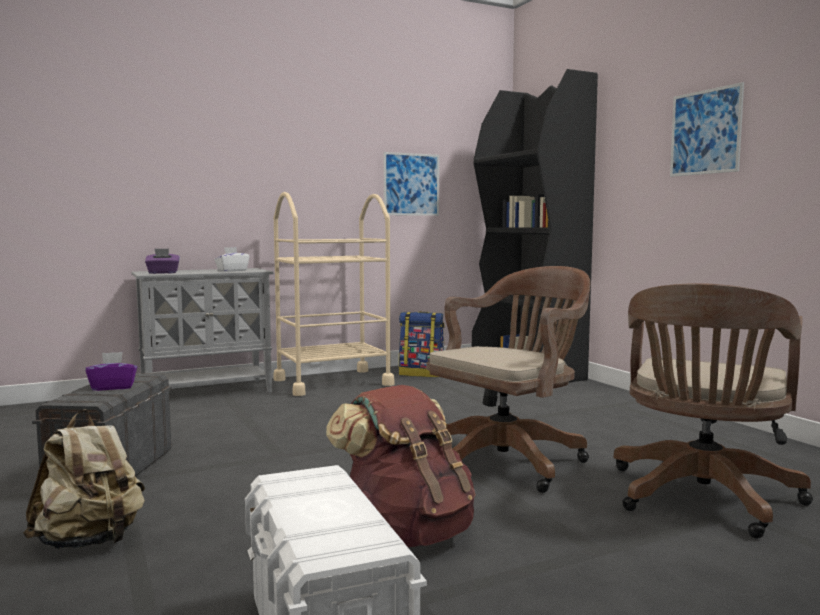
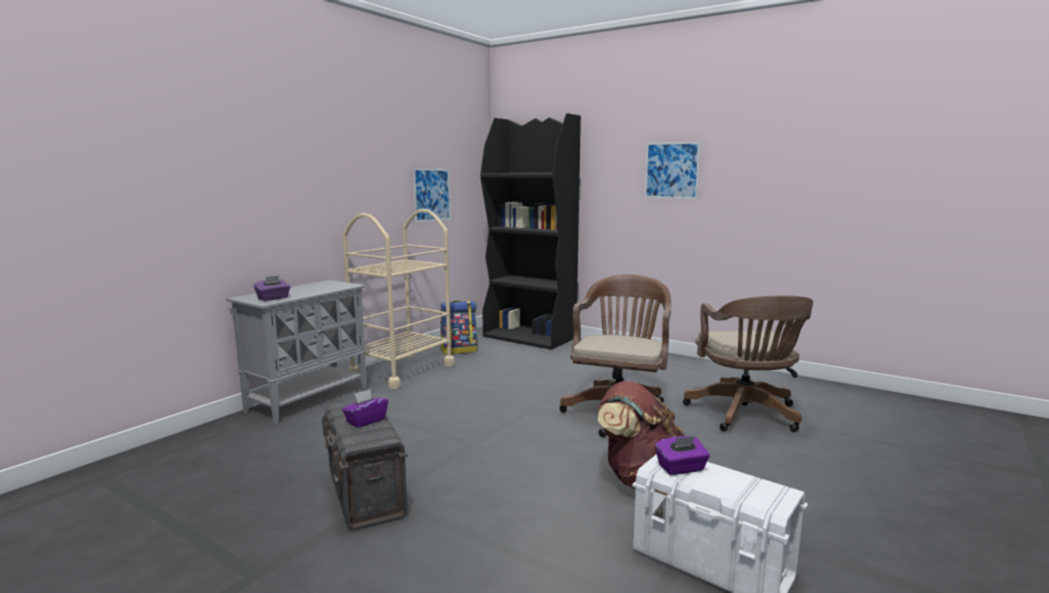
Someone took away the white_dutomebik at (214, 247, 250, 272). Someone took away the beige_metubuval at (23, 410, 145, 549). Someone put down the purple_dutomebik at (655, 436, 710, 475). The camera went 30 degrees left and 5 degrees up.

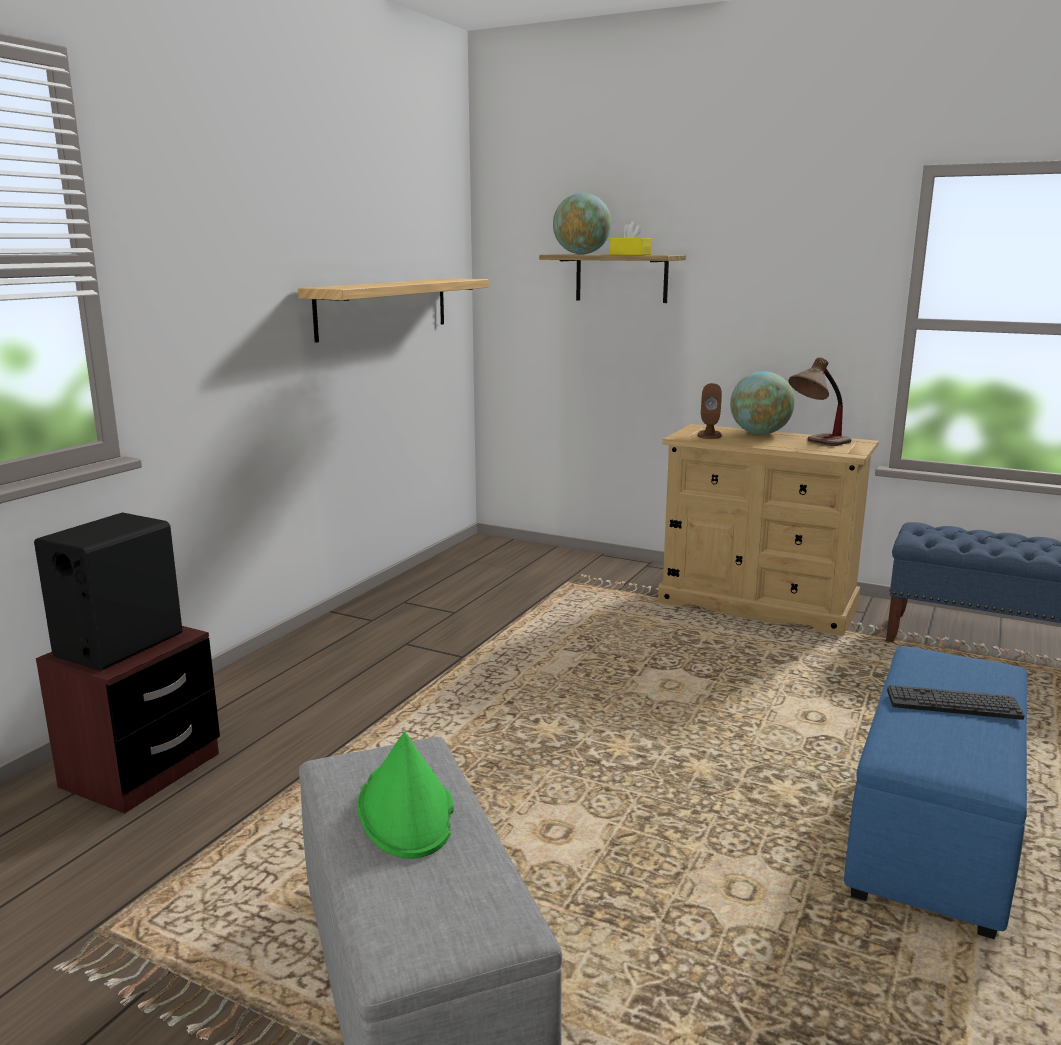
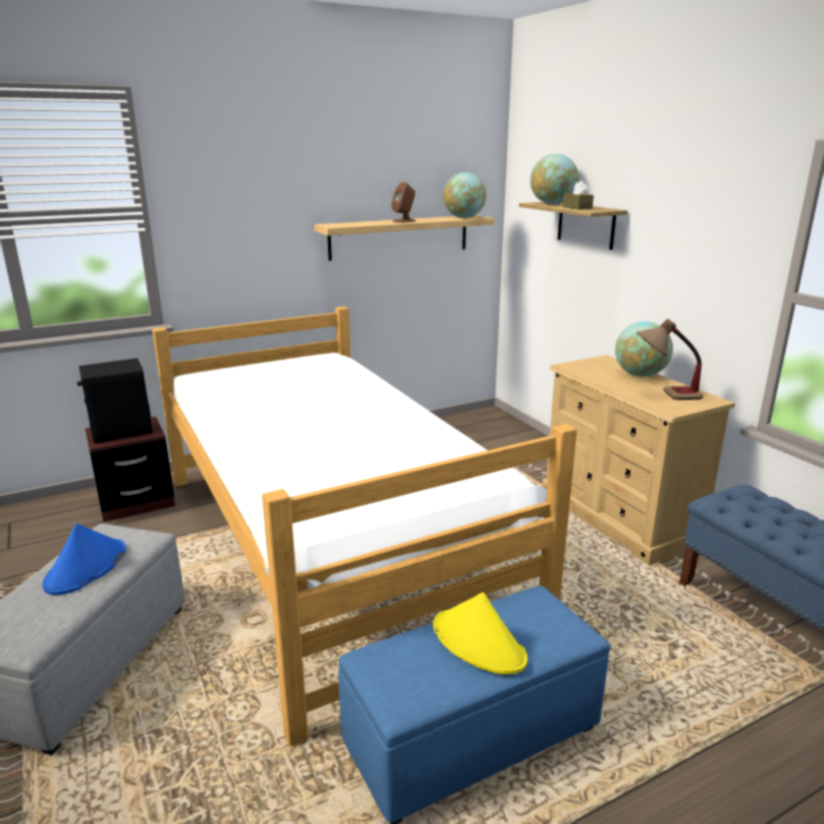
Someone repainted the yellow_dutomebik at (610, 222, 652, 255), which became the brown_dutomebik at (562, 181, 594, 210). Someone carried the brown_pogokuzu from (697, 383, 722, 439) to (391, 182, 415, 223). Someone swapped the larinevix at (887, 685, 1025, 720) for the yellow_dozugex at (433, 592, 528, 674). Someone repainted the green_dozugex at (358, 732, 454, 859), which became the blue_dozugex at (42, 523, 126, 595). Someone put down the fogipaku at (443, 172, 487, 218). Someone put down the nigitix at (152, 306, 577, 746). The camera went 35 degrees right and 5 degrees up.

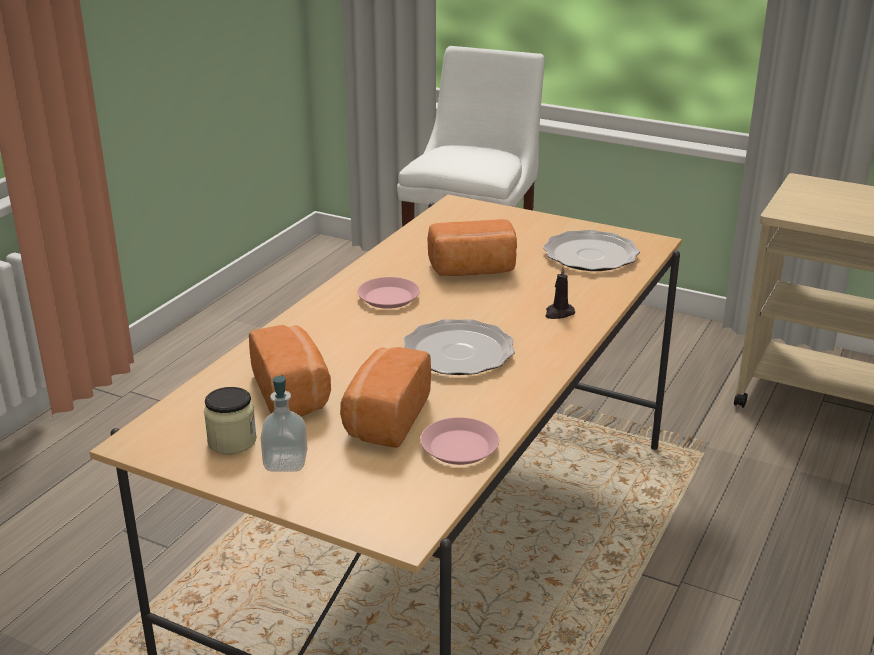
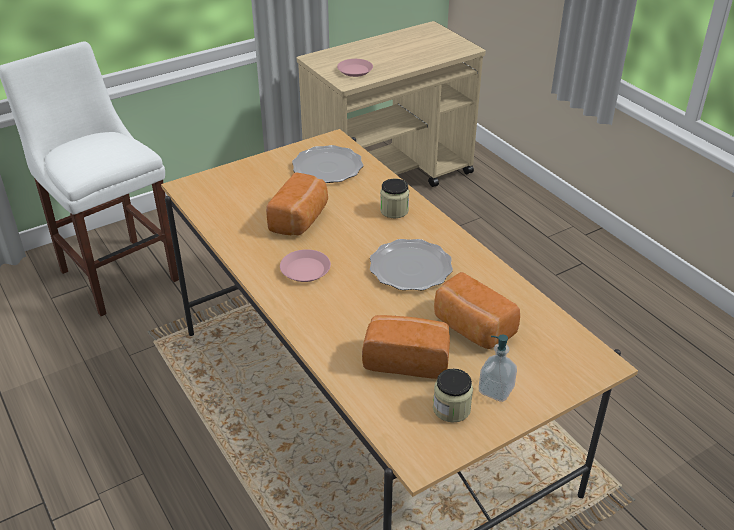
Someone swapped the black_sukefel at (546, 266, 575, 319) for the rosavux at (380, 179, 409, 218). Someone carried the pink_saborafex from (420, 417, 499, 465) to (337, 59, 373, 77). The camera went 60 degrees left and 10 degrees up.

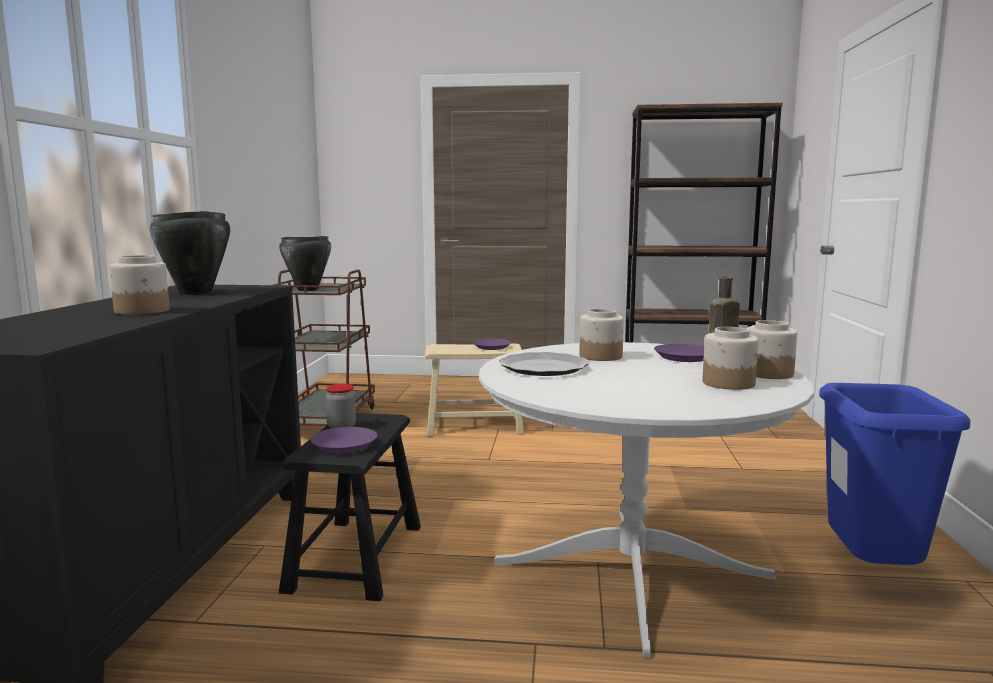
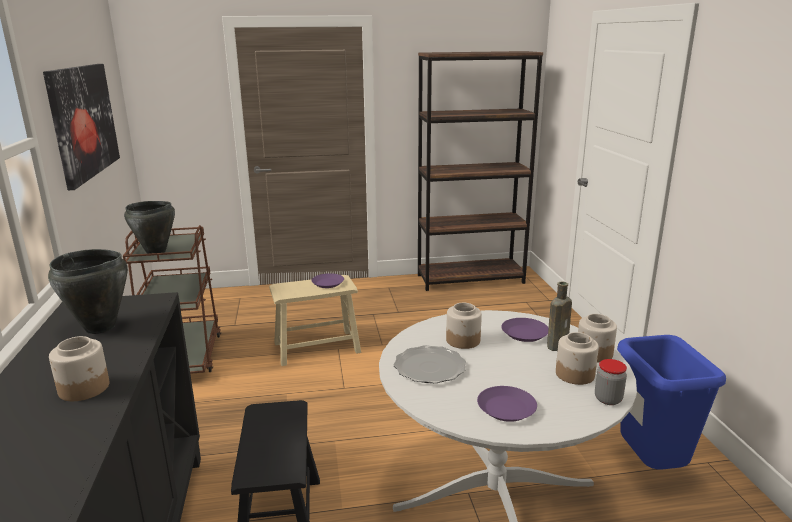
Someone carried the rosavux from (325, 384, 356, 429) to (595, 359, 627, 405). Someone carried the purple_saborafex from (310, 427, 377, 453) to (477, 386, 537, 422). Someone put up the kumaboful at (43, 64, 120, 190). The camera went 15 degrees left and 10 degrees up.

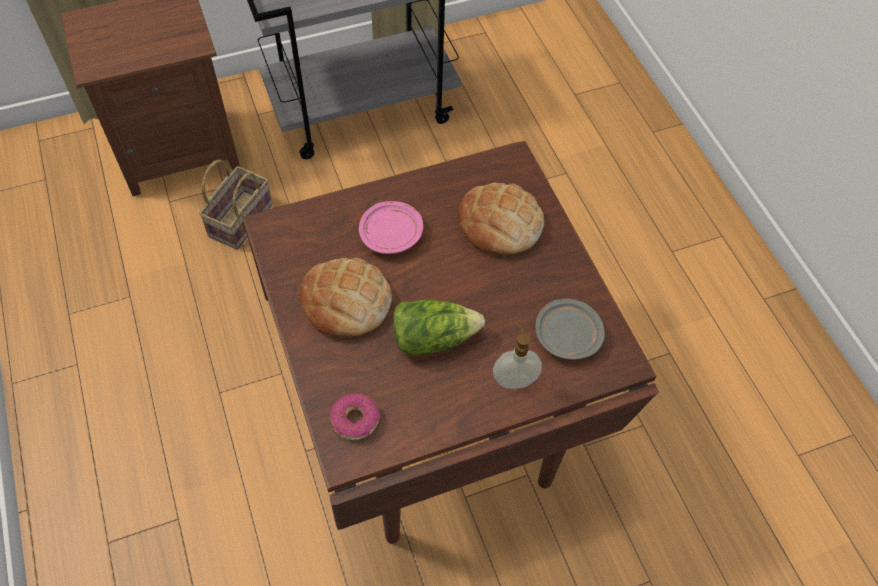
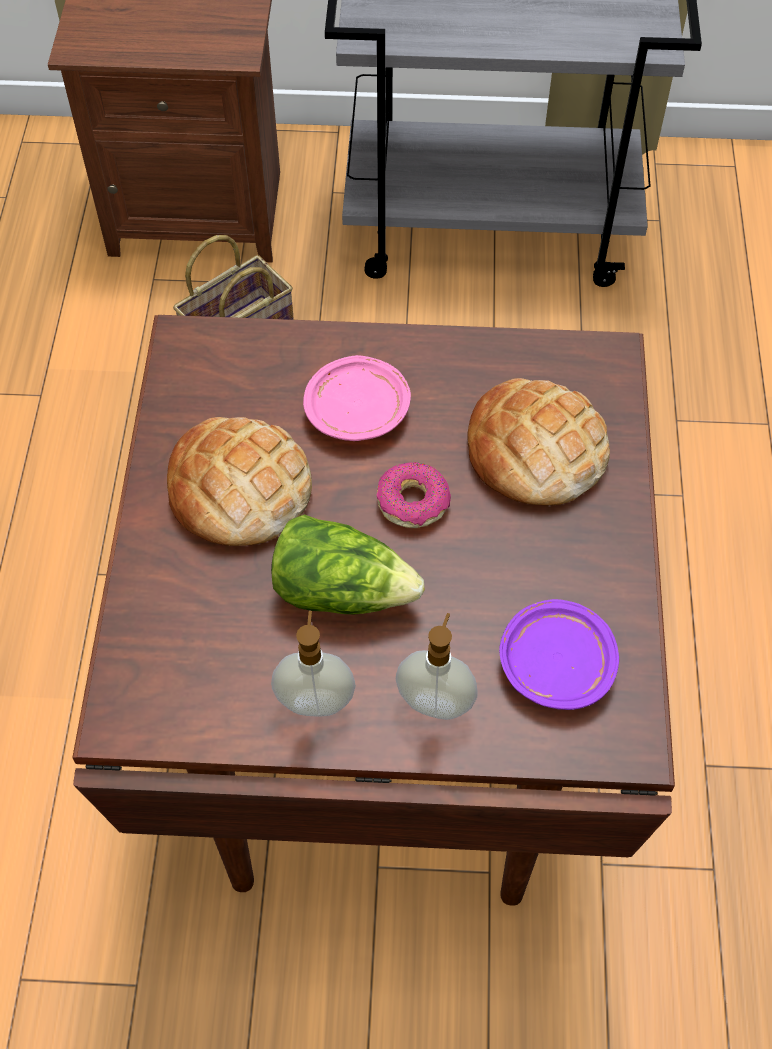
Someone repainted the grey_saborafex at (536, 299, 605, 360), which became the purple_saborafex at (499, 599, 619, 710). Someone carried the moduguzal from (330, 393, 380, 440) to (377, 462, 451, 528). Someone put down the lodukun at (271, 611, 356, 716). The camera went 25 degrees right and 0 degrees up.

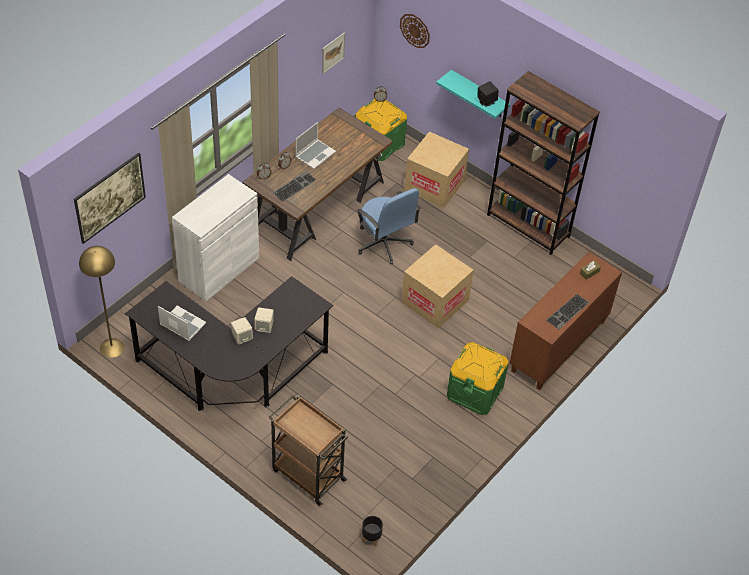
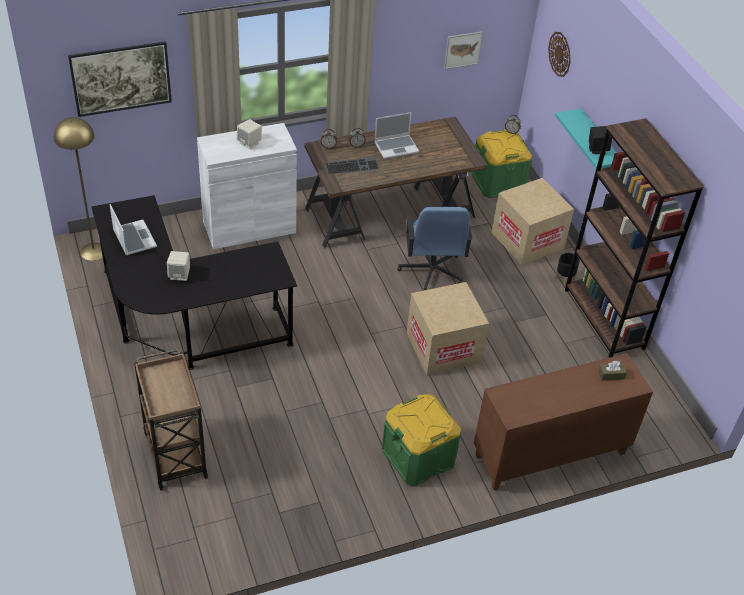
Someone took away the larinevix at (546, 294, 590, 329). Someone carried the beige_pogokuzu from (254, 307, 274, 333) to (237, 119, 262, 149). Someone carried the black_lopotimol from (362, 516, 383, 547) to (555, 253, 580, 286). The camera went 30 degrees right and 5 degrees down.

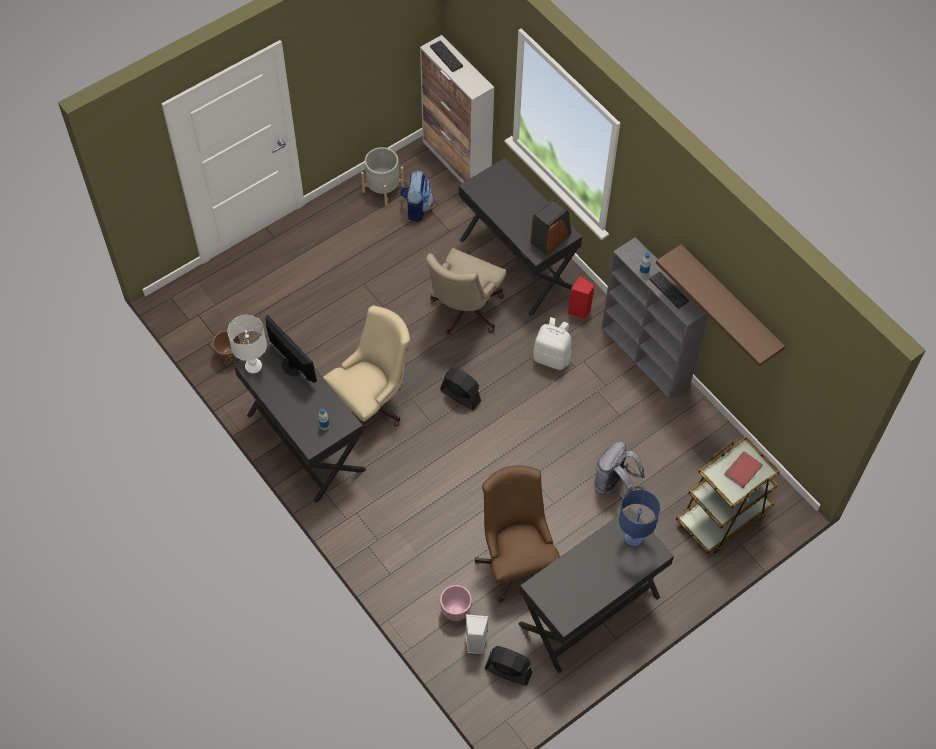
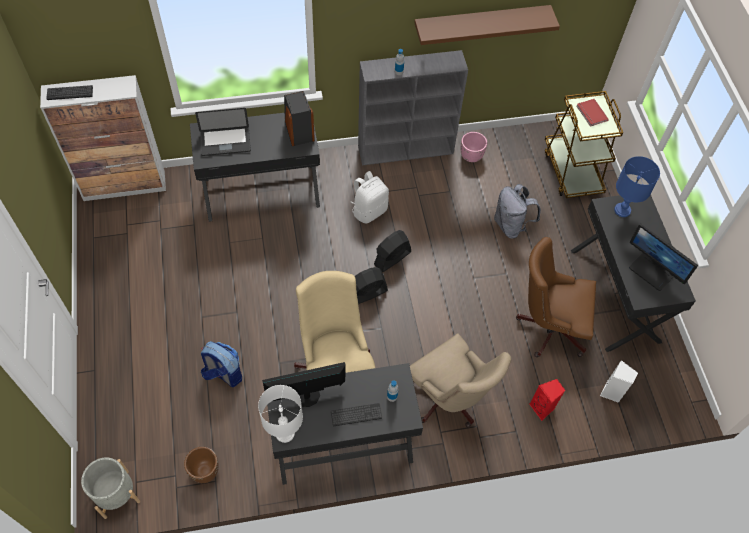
Someone carried the grey_lopotimol from (361, 147, 404, 206) to (81, 458, 140, 519). Someone carried the metubuval from (400, 171, 434, 222) to (201, 341, 242, 387). Someone carried the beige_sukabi from (426, 248, 506, 335) to (410, 333, 511, 428). Someone carried the larinevix from (649, 272, 689, 309) to (330, 403, 382, 426). Someone carried the red_pogokuzu from (568, 275, 595, 320) to (529, 379, 565, 421). Someone carried the pink_lopotimol from (440, 585, 472, 621) to (461, 132, 487, 162). Someone carried the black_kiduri from (484, 646, 532, 686) to (374, 230, 411, 272). Someone put down the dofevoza at (195, 108, 251, 156). Someone put down the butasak at (629, 223, 698, 291). The camera went 65 degrees left and 0 degrees up.

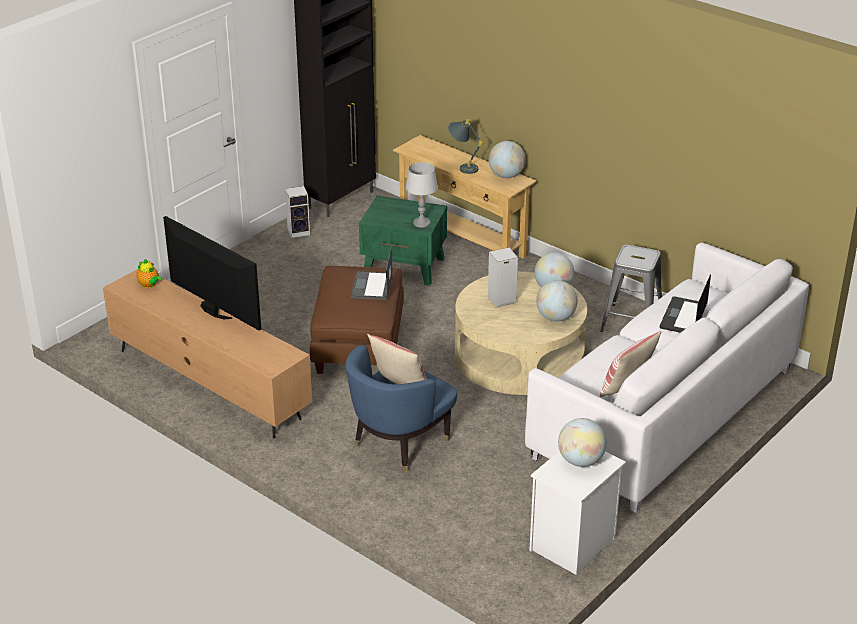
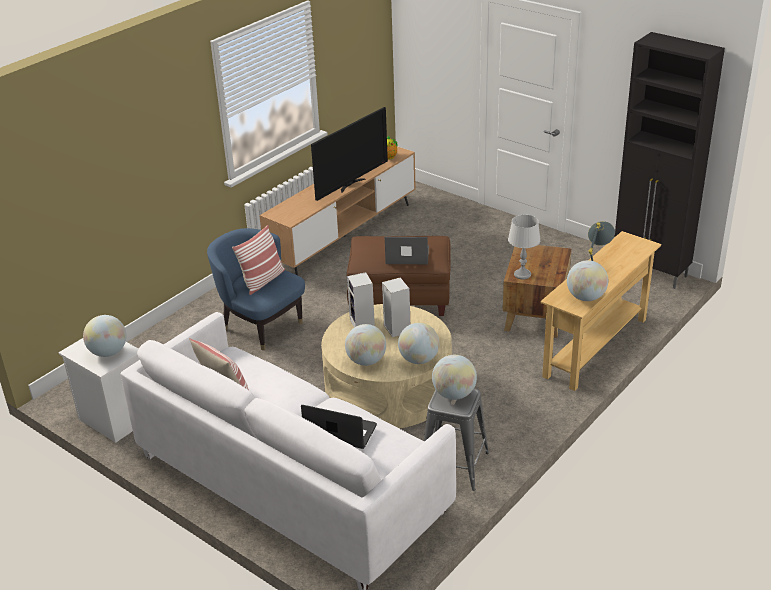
Someone carried the pogokuzu from (285, 186, 310, 238) to (347, 272, 375, 327). Someone repainted the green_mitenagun at (359, 196, 447, 286), which became the brown_mitenagun at (503, 245, 571, 338). Someone put down the fogipaku at (432, 355, 477, 400). The camera went 90 degrees right and 0 degrees up.

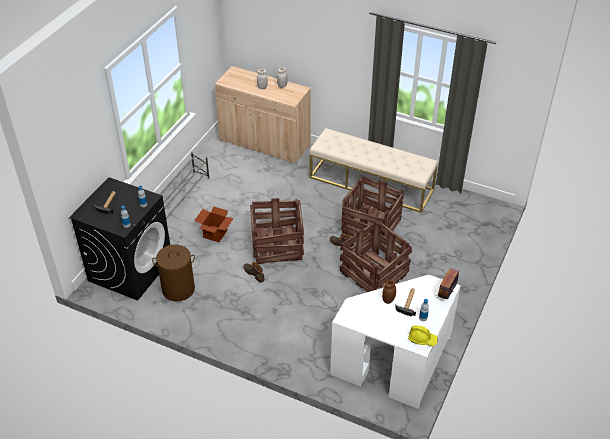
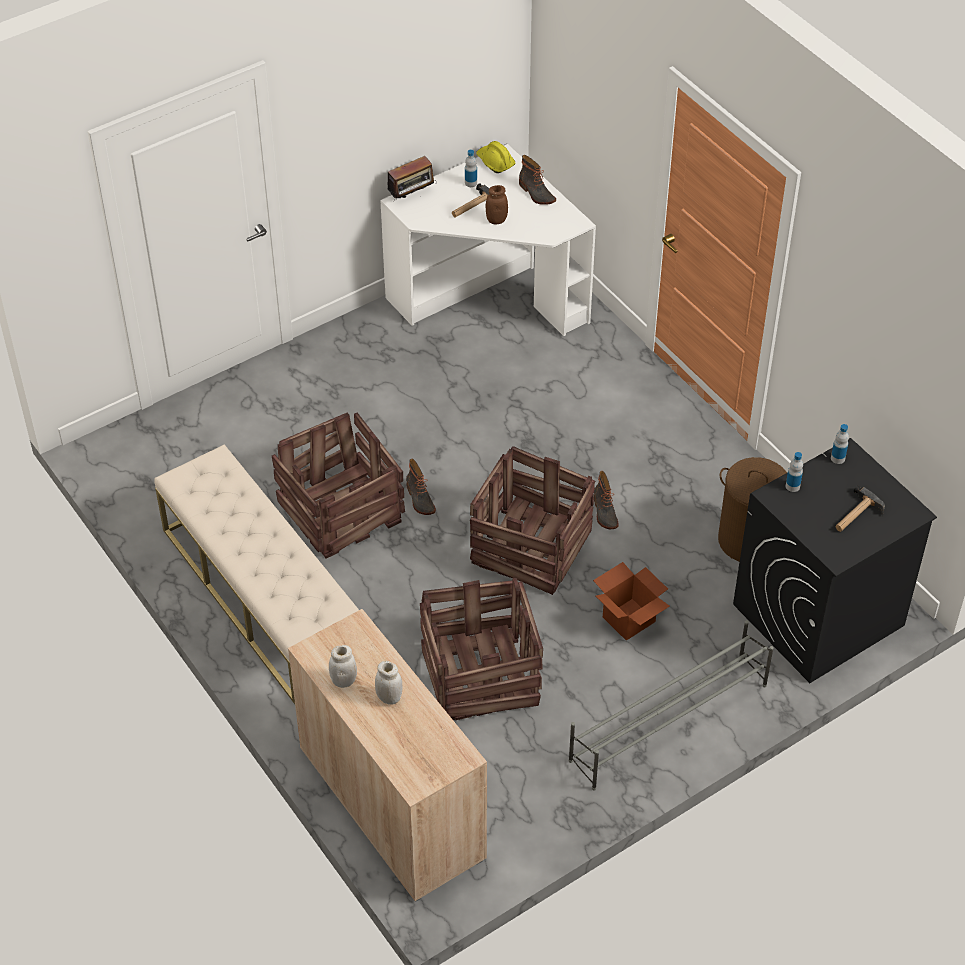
Someone carried the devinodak from (340, 221, 412, 292) to (420, 578, 543, 720). Someone put down the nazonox at (519, 155, 556, 205). The camera went 150 degrees left and 5 degrees up.

